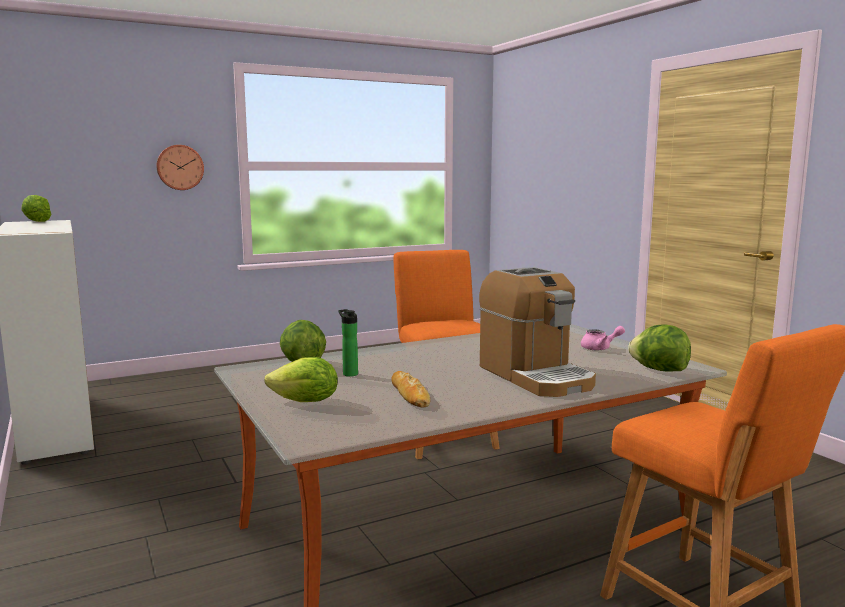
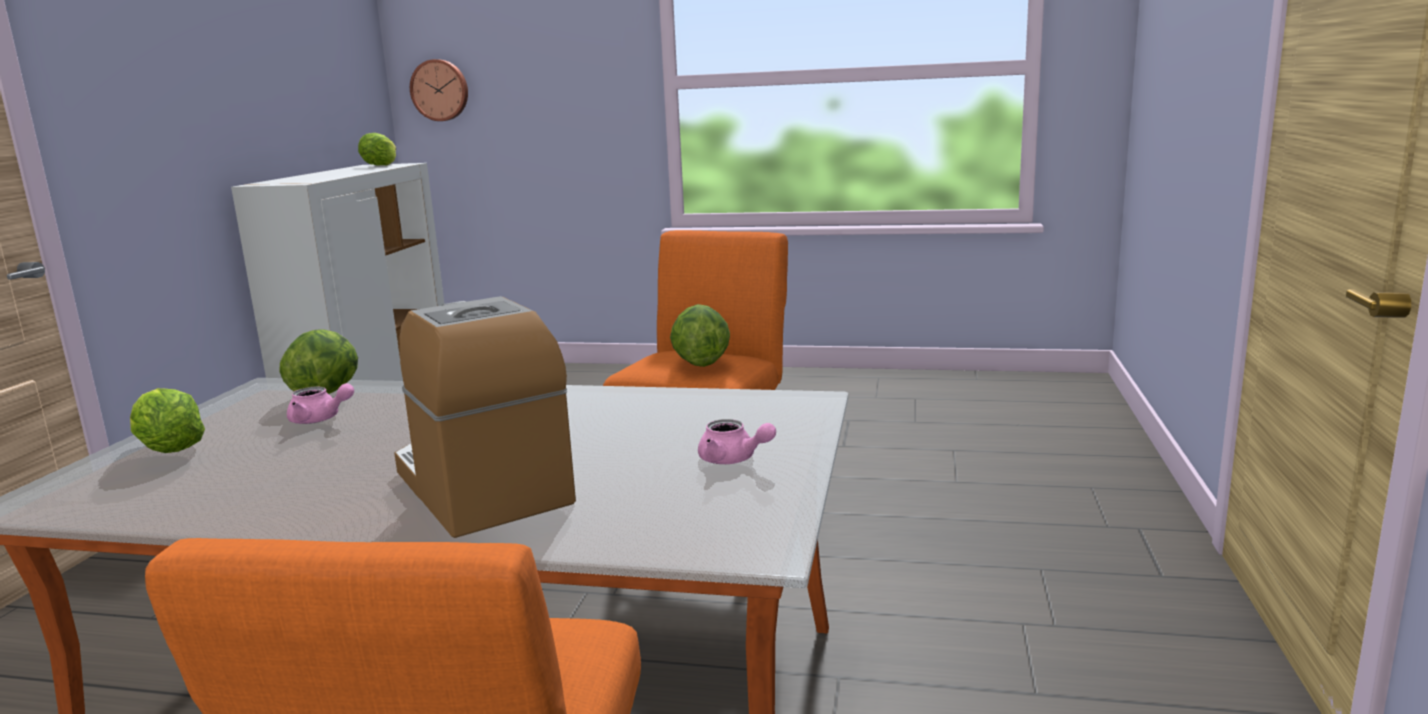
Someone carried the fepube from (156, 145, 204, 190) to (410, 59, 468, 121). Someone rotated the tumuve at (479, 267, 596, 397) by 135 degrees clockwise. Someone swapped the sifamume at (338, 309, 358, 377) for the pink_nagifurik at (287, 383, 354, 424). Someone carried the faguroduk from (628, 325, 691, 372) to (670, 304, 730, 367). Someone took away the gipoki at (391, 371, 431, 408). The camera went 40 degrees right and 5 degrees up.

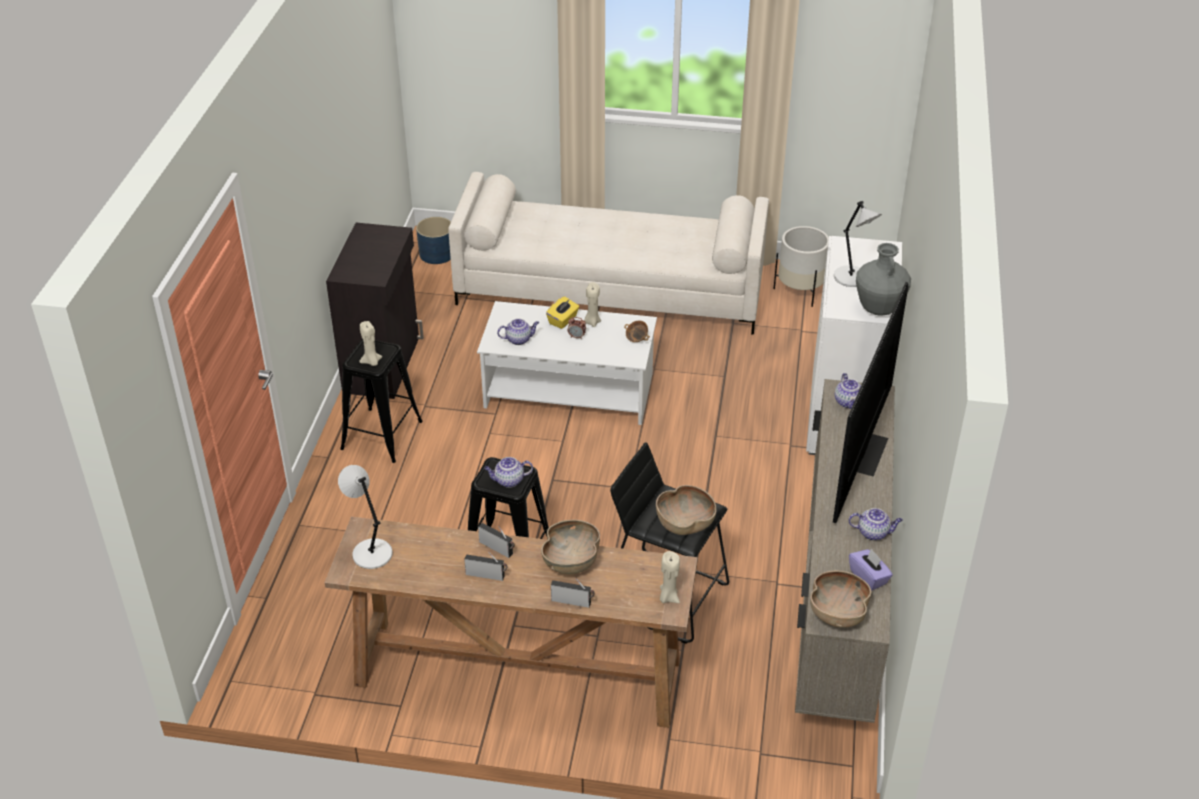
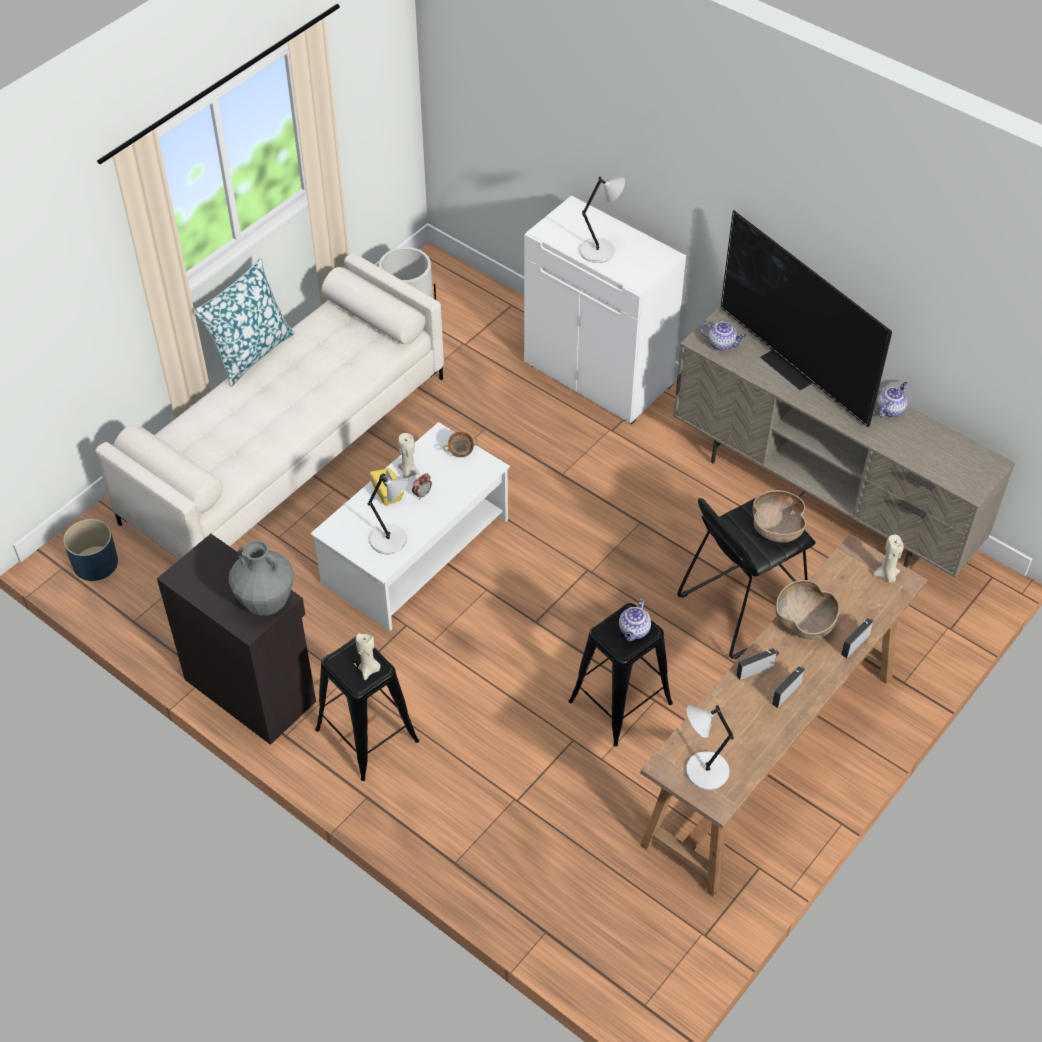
Someone carried the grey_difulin from (856, 243, 911, 316) to (229, 540, 294, 616). Someone swapped the nagifurik at (497, 319, 539, 345) for the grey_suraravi at (368, 473, 409, 554). Someone took away the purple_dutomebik at (849, 548, 893, 591). Someone took away the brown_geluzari at (810, 570, 871, 628). Someone put down the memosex at (194, 258, 294, 387). The camera went 60 degrees left and 10 degrees up.

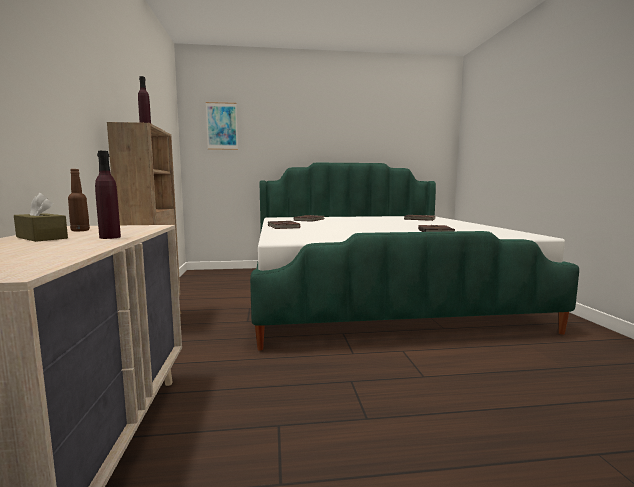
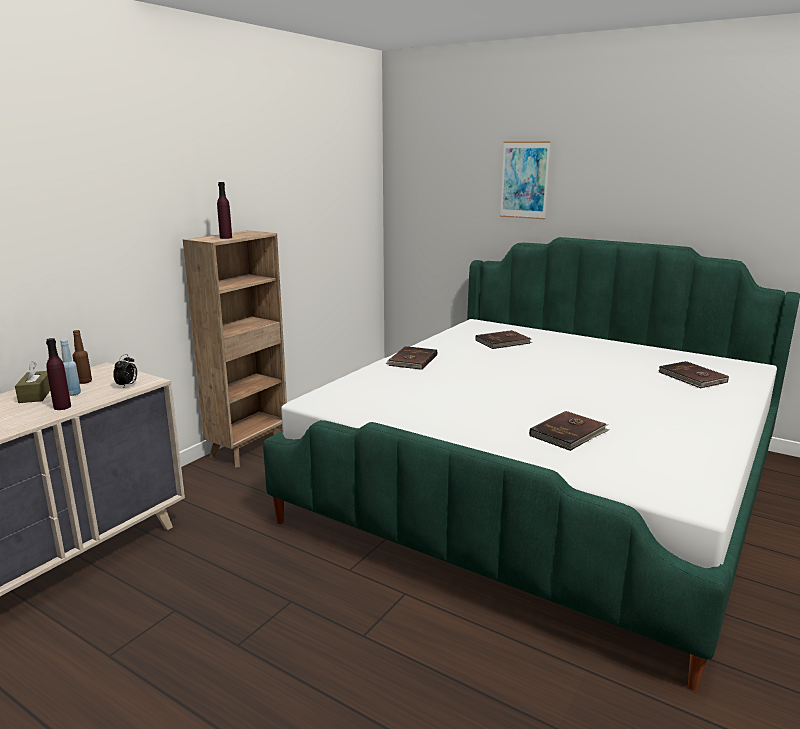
Someone carried the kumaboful from (206, 102, 238, 150) to (500, 141, 551, 219). Someone put down the blue_sifamume at (60, 339, 81, 396). Someone put down the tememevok at (113, 354, 137, 387). The camera went 40 degrees right and 10 degrees up.

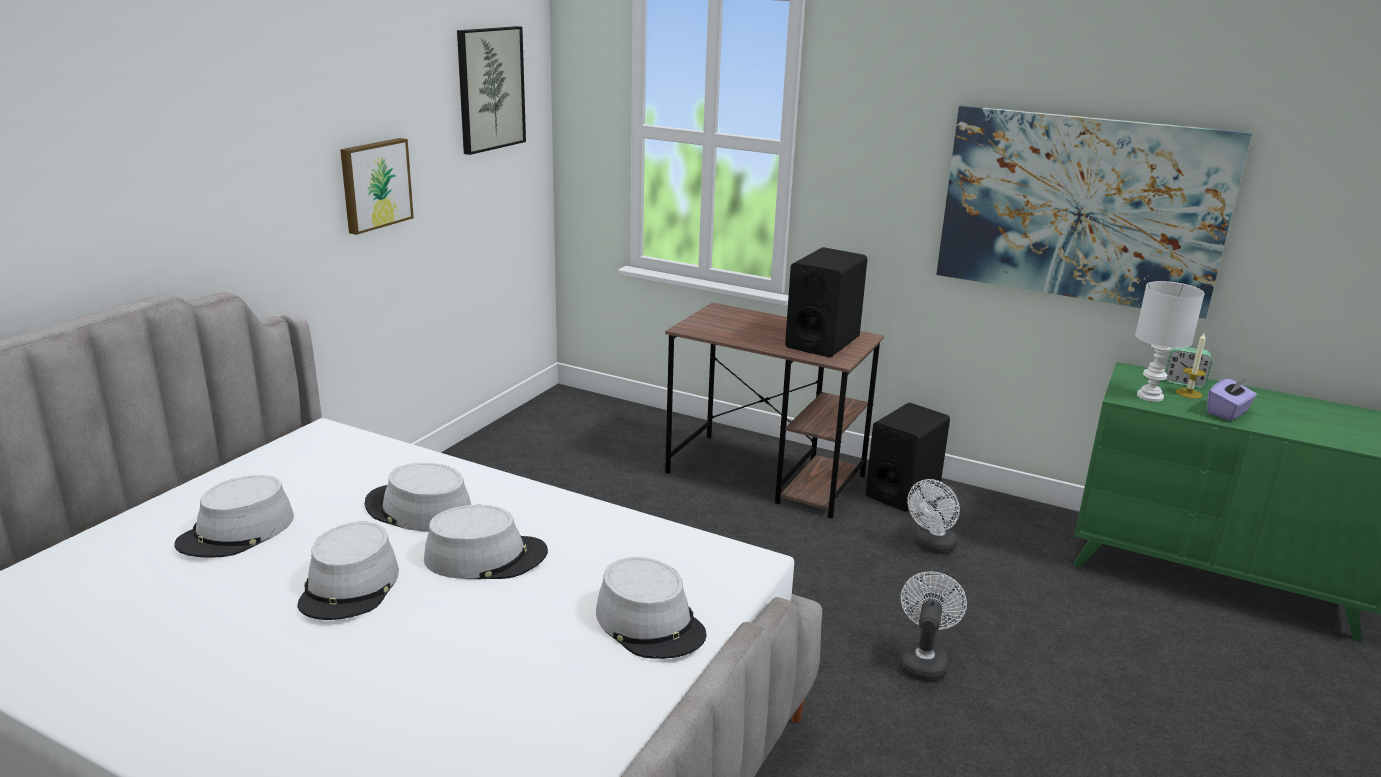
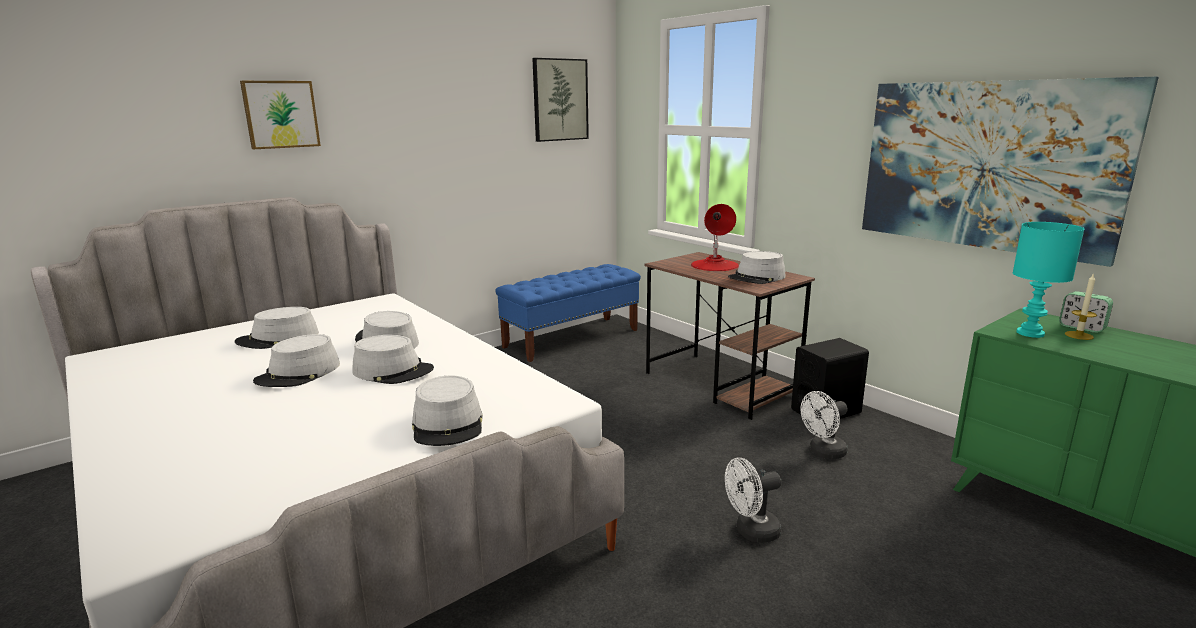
Someone carried the kumaboful from (340, 138, 414, 235) to (240, 81, 321, 149). Someone swapped the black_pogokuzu at (785, 247, 867, 358) for the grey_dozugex at (728, 251, 786, 284). Someone repainted the white_suraravi at (1135, 281, 1205, 402), which became the turquoise_suraravi at (1013, 222, 1084, 338). Someone took away the purple_dutomebik at (1207, 377, 1257, 421). Someone rotated the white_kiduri at (899, 571, 967, 682) by 150 degrees counterclockwise. Someone put down the red_suraravi at (691, 204, 739, 271). Someone put down the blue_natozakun at (495, 264, 641, 362). The camera went 25 degrees right and 5 degrees down.

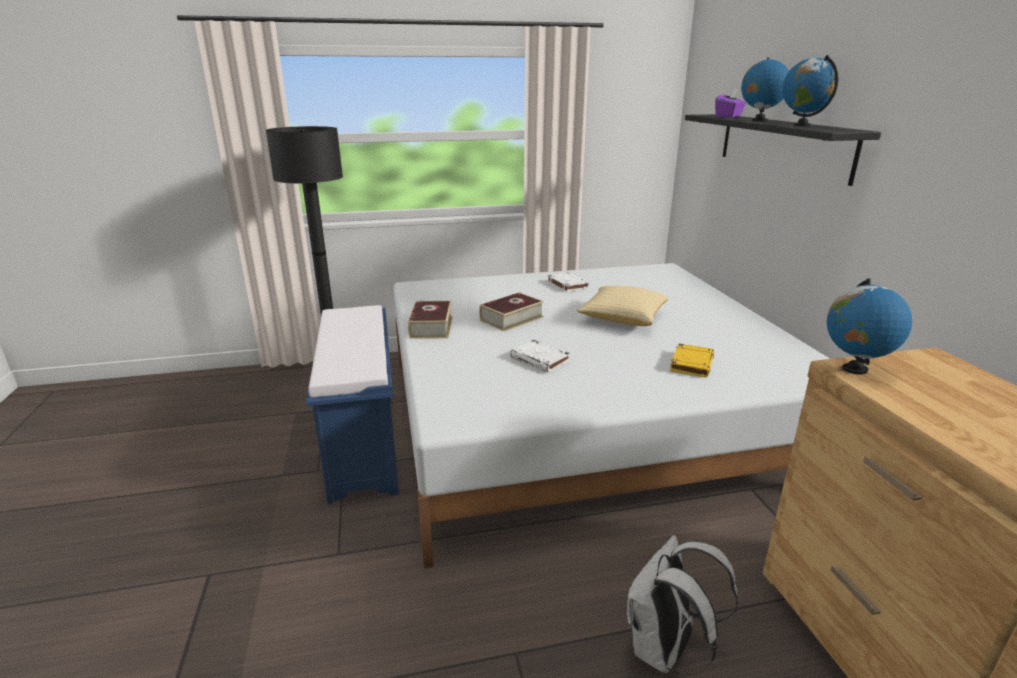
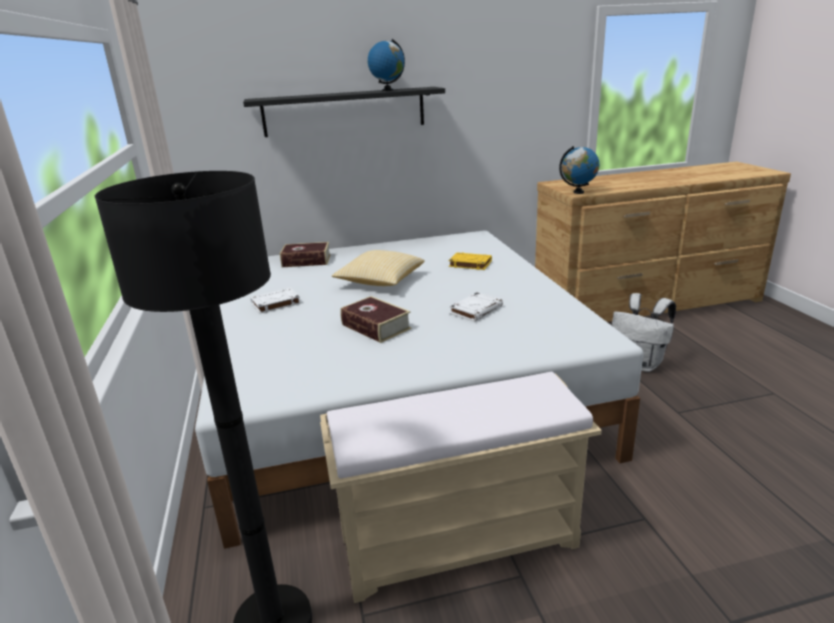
Someone took away the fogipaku at (741, 57, 789, 121). Someone took away the purple_dutomebik at (715, 88, 746, 118). Someone carried the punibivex from (408, 301, 453, 338) to (280, 242, 330, 267). Someone repainted the blue_natozakun at (306, 305, 399, 504), which became the beige_natozakun at (320, 372, 602, 603). The camera went 90 degrees left and 0 degrees up.

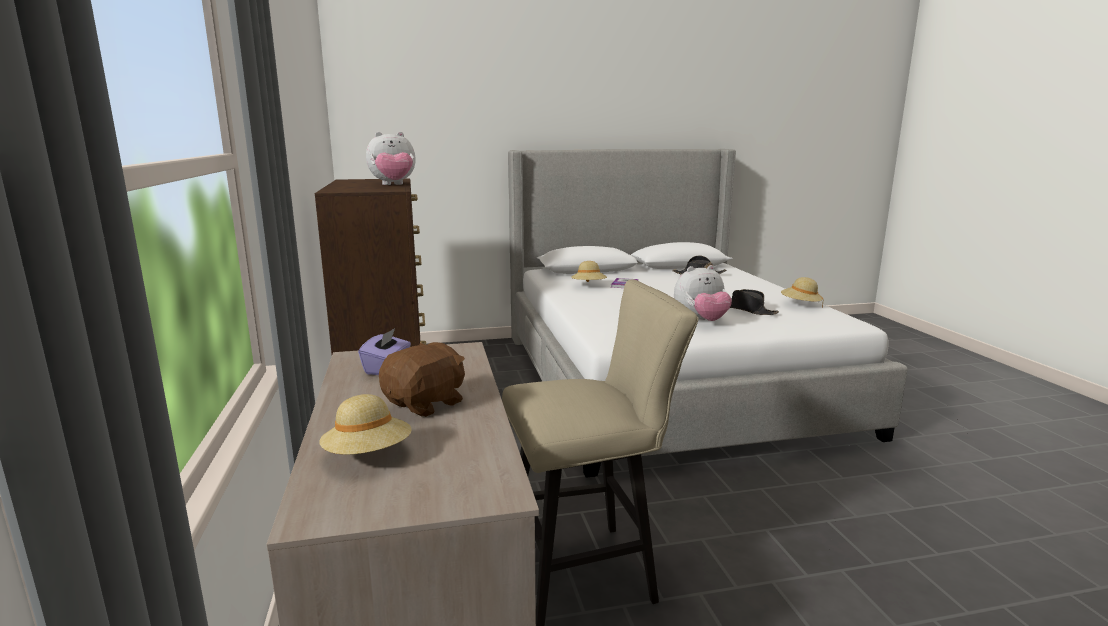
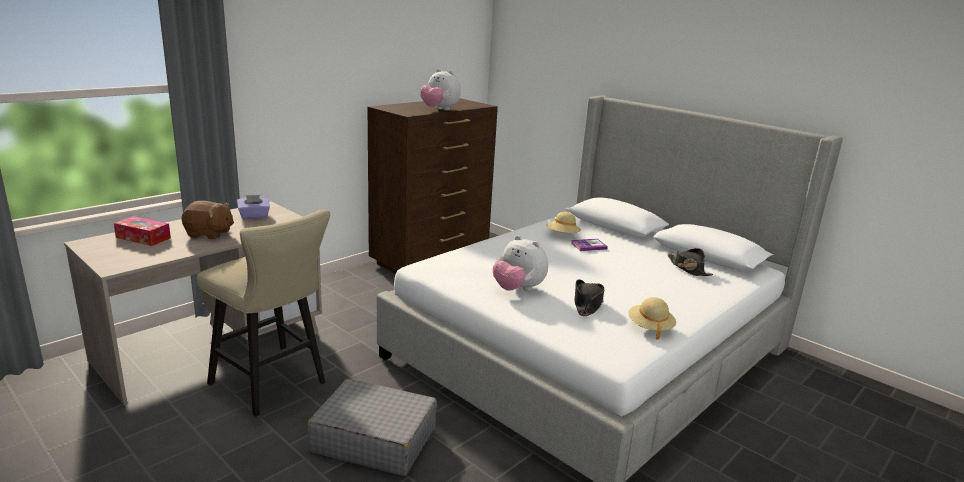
Someone swapped the beige_dozugex at (319, 394, 412, 455) for the dutomebik at (114, 216, 171, 246). Someone put down the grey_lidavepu at (307, 379, 437, 476). The camera went 55 degrees right and 5 degrees up.

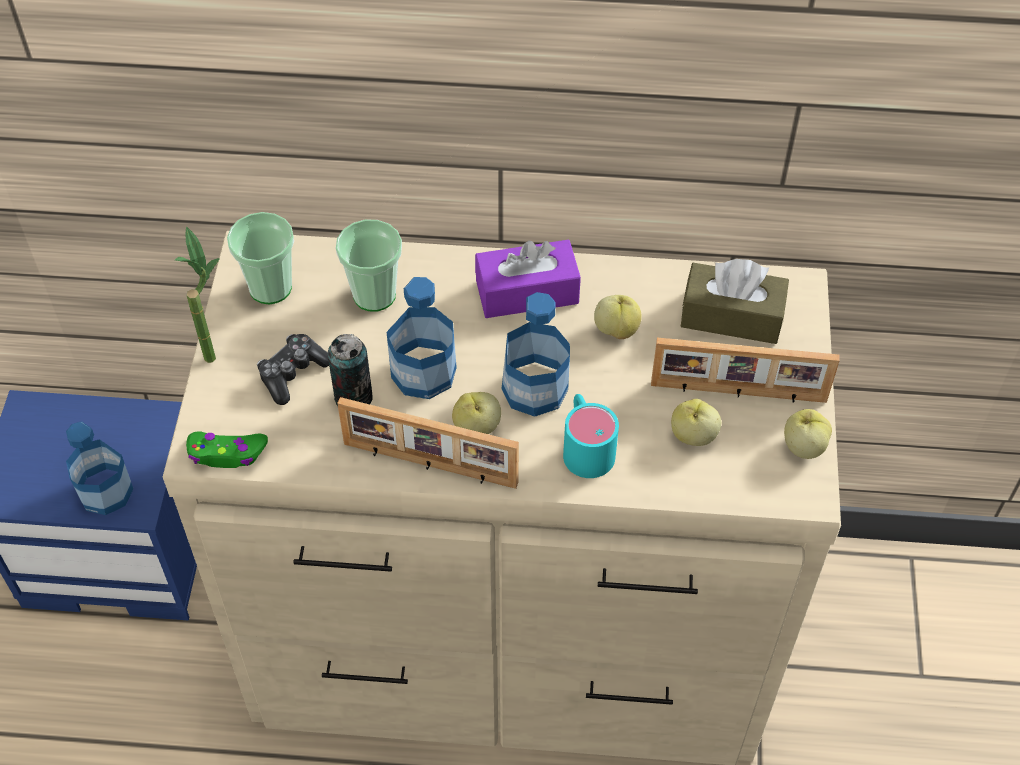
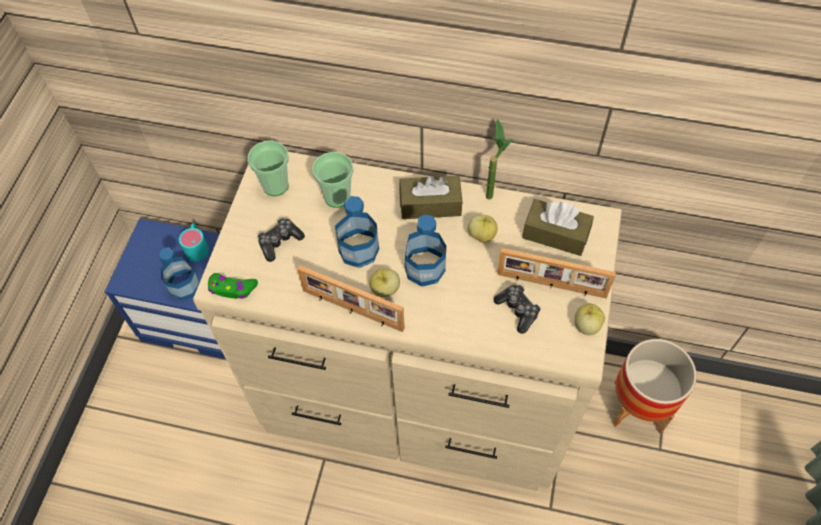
Someone carried the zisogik from (175, 226, 220, 363) to (486, 119, 513, 199). Someone repainted the purple_dutomebik at (475, 240, 581, 318), which became the brown_dutomebik at (399, 175, 463, 219). Someone took away the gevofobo at (328, 334, 373, 406). Someone carried the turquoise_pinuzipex from (563, 394, 619, 478) to (179, 223, 209, 262). Someone swapped the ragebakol at (671, 399, 721, 446) for the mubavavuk at (494, 285, 541, 334). Someone put down the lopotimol at (613, 339, 697, 434). The camera went 10 degrees right and 5 degrees up.

